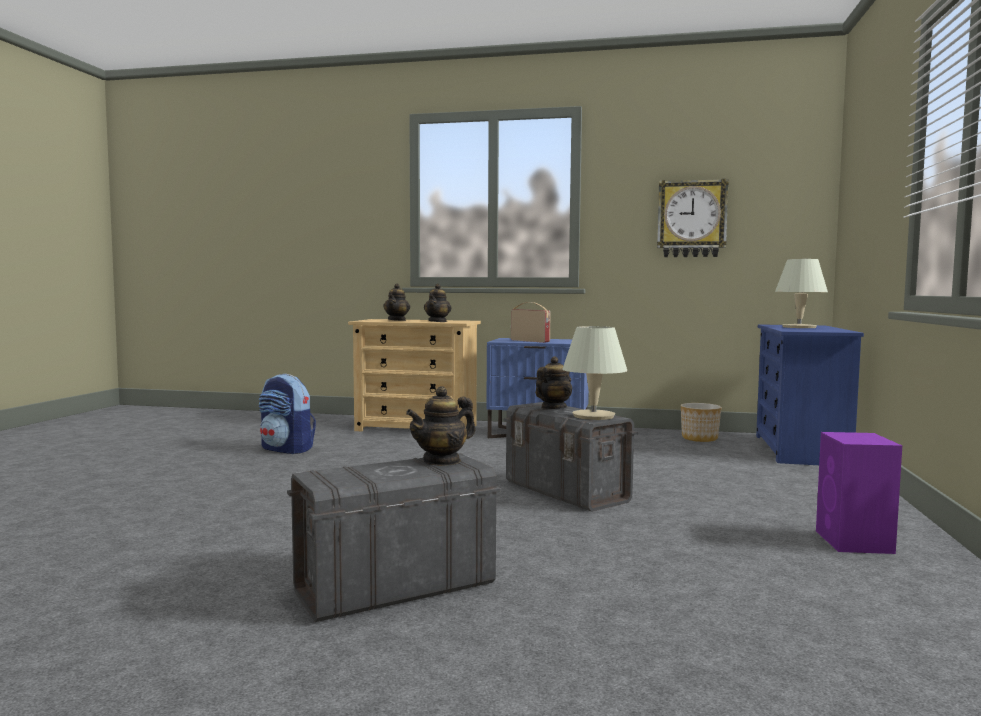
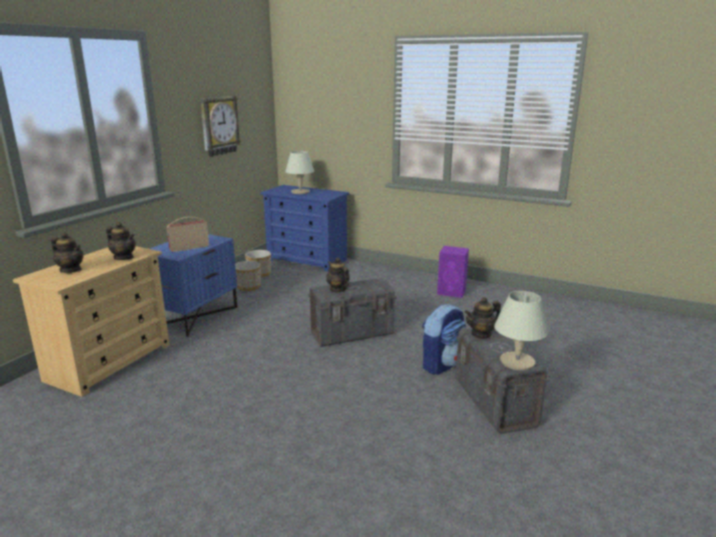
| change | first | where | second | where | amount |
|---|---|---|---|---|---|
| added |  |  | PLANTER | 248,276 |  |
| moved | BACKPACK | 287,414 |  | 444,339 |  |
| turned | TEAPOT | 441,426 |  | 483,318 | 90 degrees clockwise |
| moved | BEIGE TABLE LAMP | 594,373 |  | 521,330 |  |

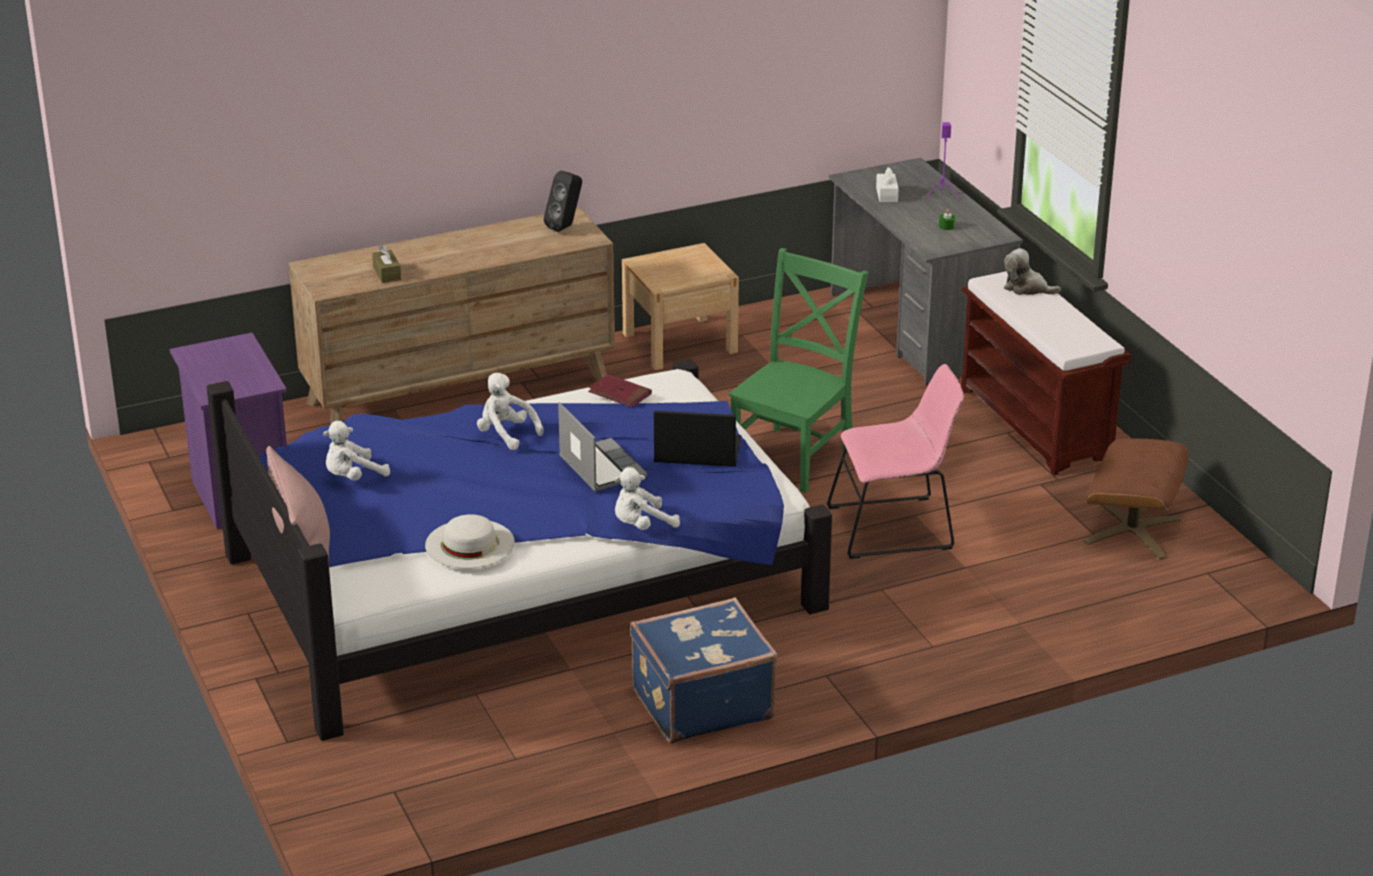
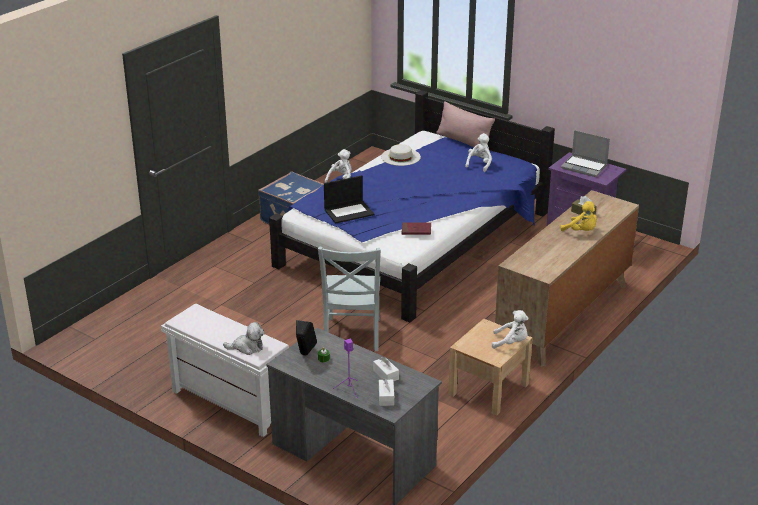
| change | first | where | second | where | amount |
|---|---|---|---|---|---|
| recoloured | BROWN BENCH | 1046,373 | WHITE BENCH | 225,370 |  |
| moved | BLACK SPEAKER | 563,201 |  | 306,338 |  |
| recoloured | GREEN CHAIR | 799,370 | GREY CHAIR | 349,299 |  |
| added |  |  | WHITE TISSUE BOX | 386,392 |  |
| moved | WHITE PLUSH TOY | 510,411 |  | 510,329 |  |
| moved | LAPTOP | 603,447 |  | 585,153 |  |
| added |  |  | YELLOW PLUSH TOY | 579,216 |  |
| removed | PINK CHAIR | 895,461 |  |  |  |
| removed | BROWN OTTOMAN | 1136,499 |  |  |  |

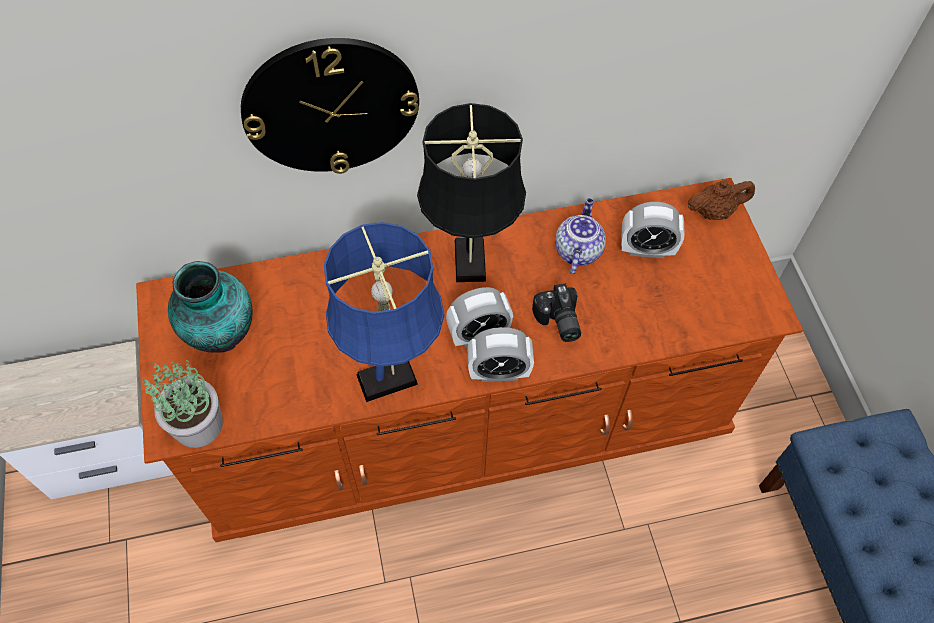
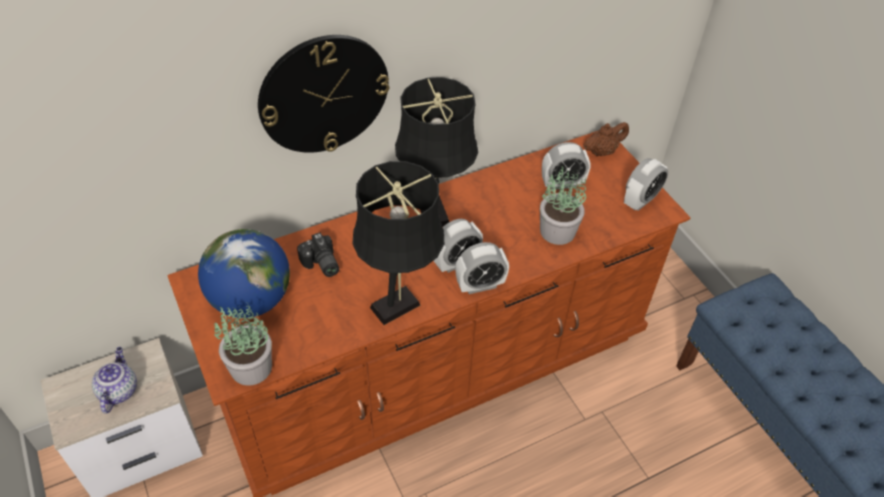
| change | first | where | second | where | amount |
|---|---|---|---|---|---|
| moved | TEAPOT | 580,236 |  | 114,380 |  |
| replaced | VASE | 210,307 | GLOBE | 244,273 |  |
| moved | PHOTO CAMERA | 556,312 |  | 318,254 |  |
| recoloured | BLUE TABLE LAMP | 384,312 | BLACK TABLE LAMP | 398,243 |  |
| added |  |  | POTTED PLANT | 563,205 |  |
| added |  |  | ALARM CLOCK | 646,184 |  |

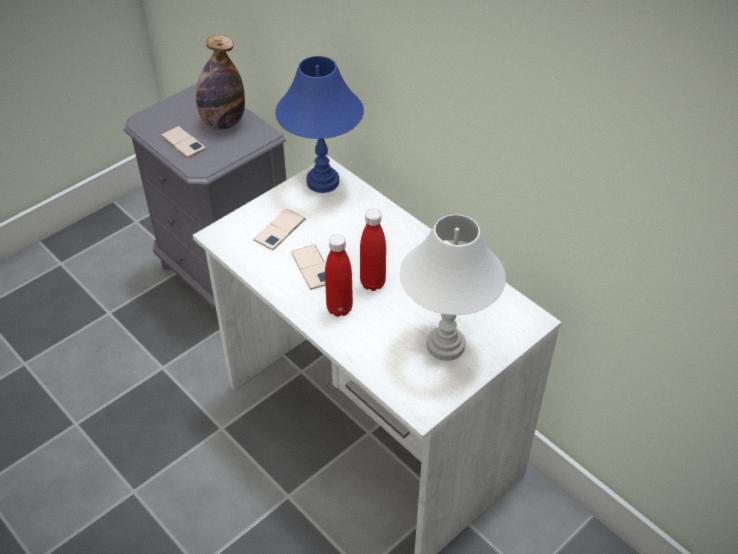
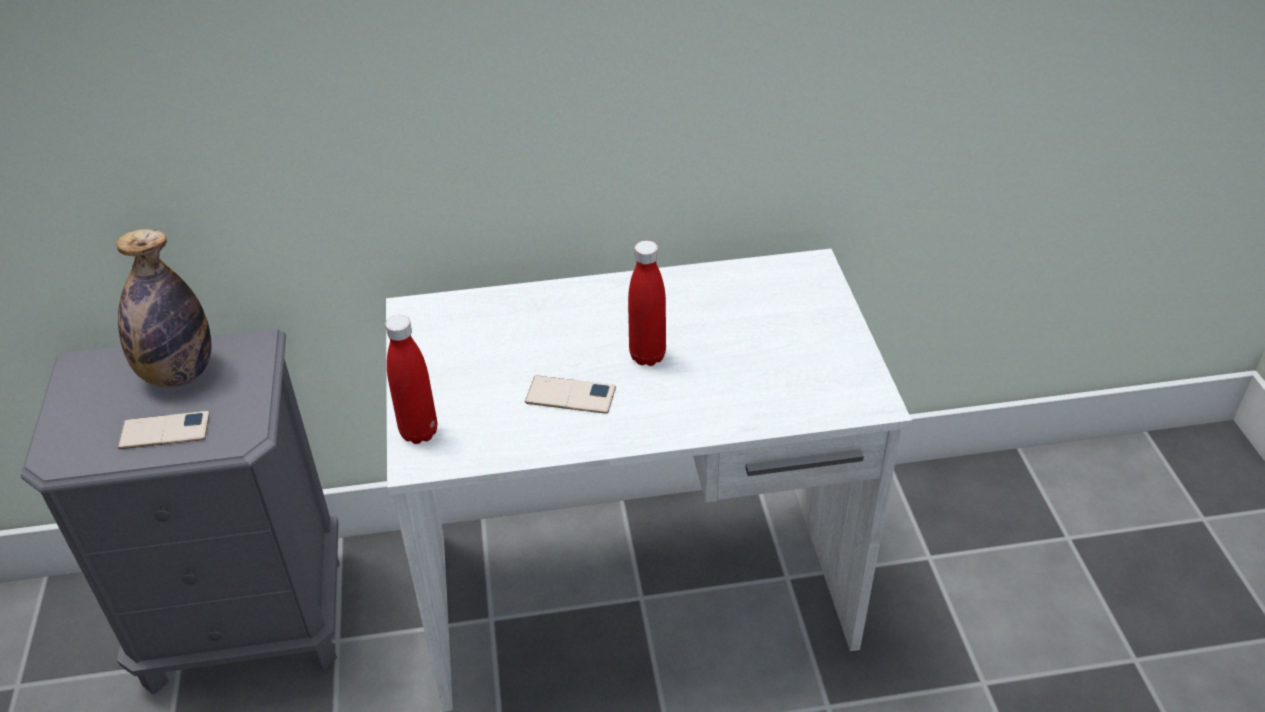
| change | first | where | second | where | amount |
|---|---|---|---|---|---|
| moved | RED BOTTLE | 339,275 |  | 411,379 |  |
| removed | PHONE | 279,229 |  |  |  |
| removed | BLUE TABLE LAMP | 319,124 |  |  |  |
| removed | WHITE TABLE LAMP | 453,287 |  |  |  |

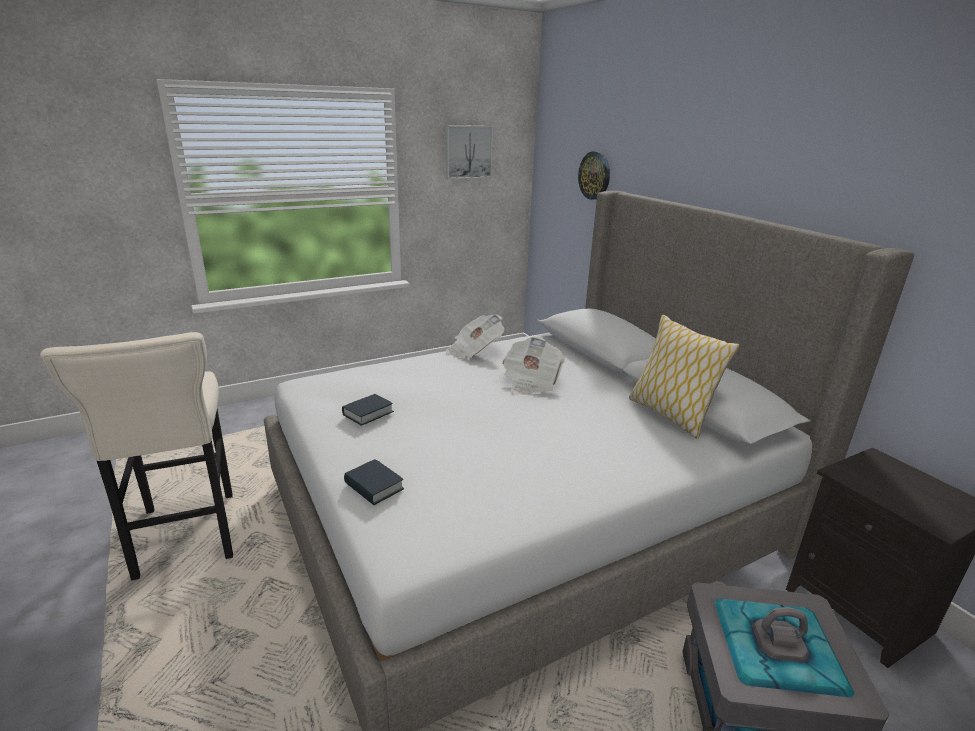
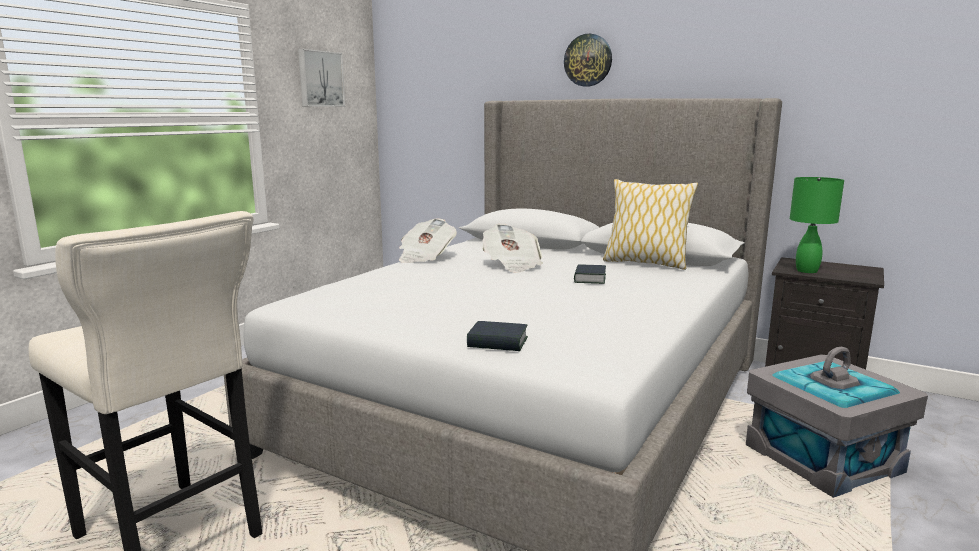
| change | first | where | second | where | amount |
|---|---|---|---|---|---|
| moved | WALL CLOCK | 594,175 |  | 588,60 |  |
| moved | BOOK | 368,410 |  | 590,274 |  |
| added |  |  | GREEN TABLE LAMP | 817,225 |  |

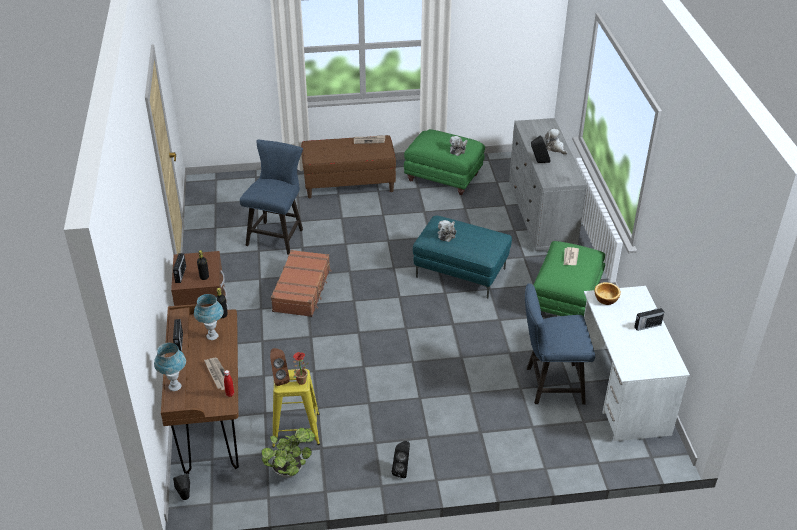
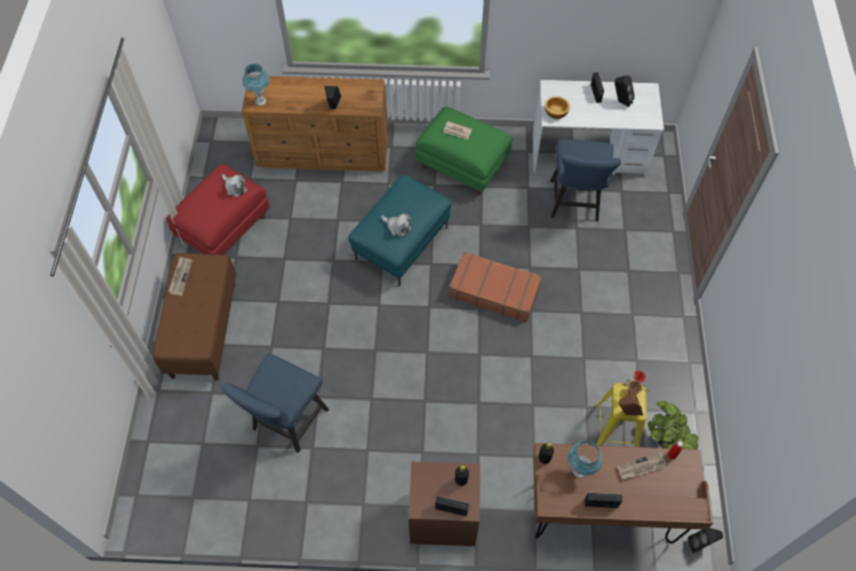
| change | first | where | second | where | amount |
|---|---|---|---|---|---|
| recoloured | GREEN OTTOMAN | 444,162 | RED OTTOMAN | 217,209 |  |
| turned | BLUE CHAIR | 271,197 |  | 275,403 | 90 degrees counterclockwise |
| moved | BLUE TABLE LAMP | 170,367 |  | 256,84 |  |
| recoloured | GREY DRESSER | 548,184 | BROWN DRESSER | 315,123 |  |
| moved | BROWN SUITCASE | 301,283 |  | 495,287 |  |
| moved | BLACK SPEAKER | 401,459 |  | 624,91 |  |
| removed | PLUSH TOY | 556,142 |  |  |  |

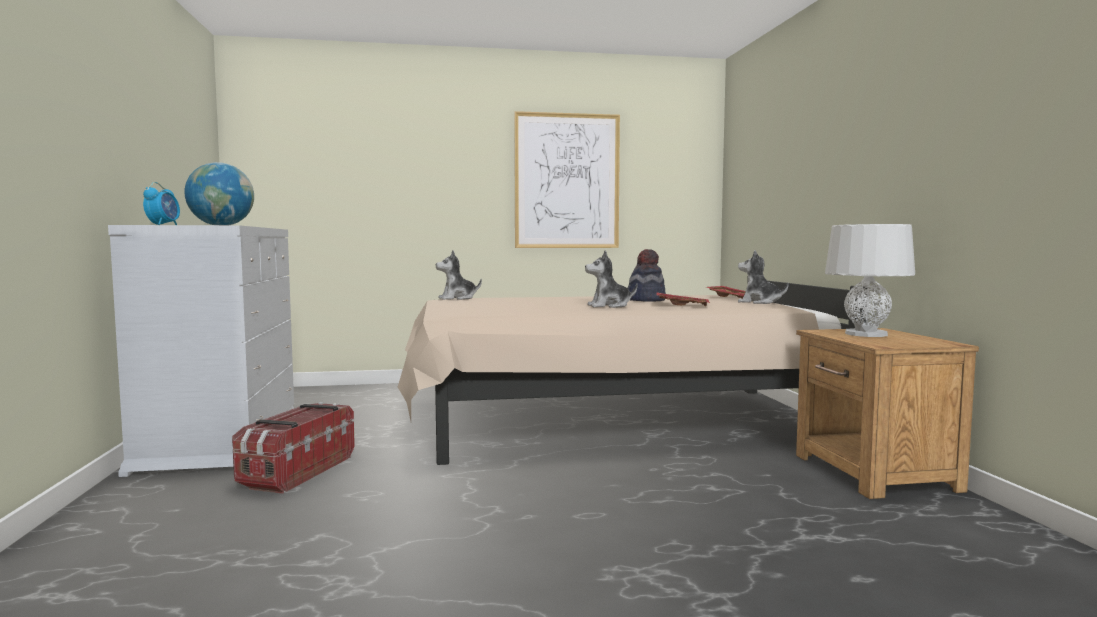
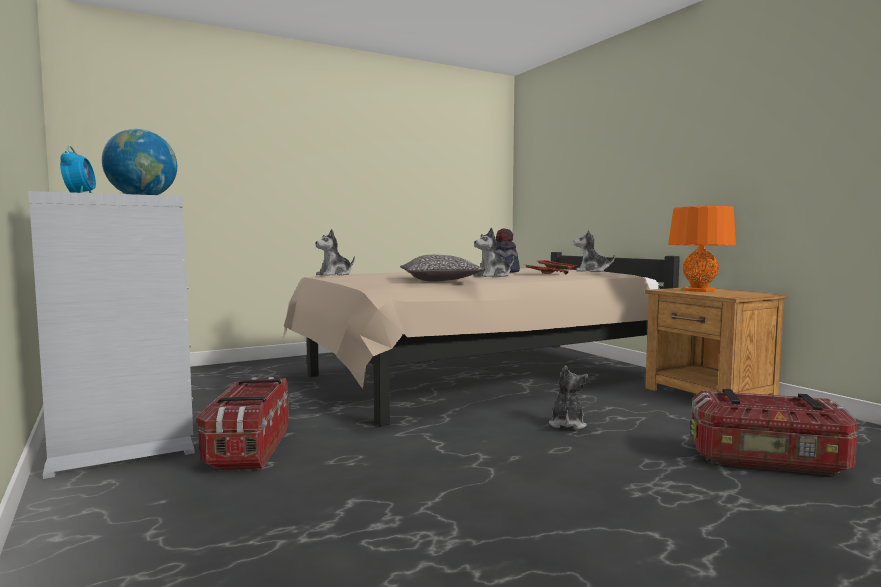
| change | first | where | second | where | amount |
|---|---|---|---|---|---|
| added |  |  | PILLOW | 442,268 |  |
| added |  |  | PLUSH TOY | 568,397 |  |
| recoloured | GREY TABLE LAMP | 870,280 | ORANGE TABLE LAMP | 702,249 |  |
| added |  |  | STORAGE BOX | 774,432 |  |
| removed | PICTURE | 567,179 |  |  |  |

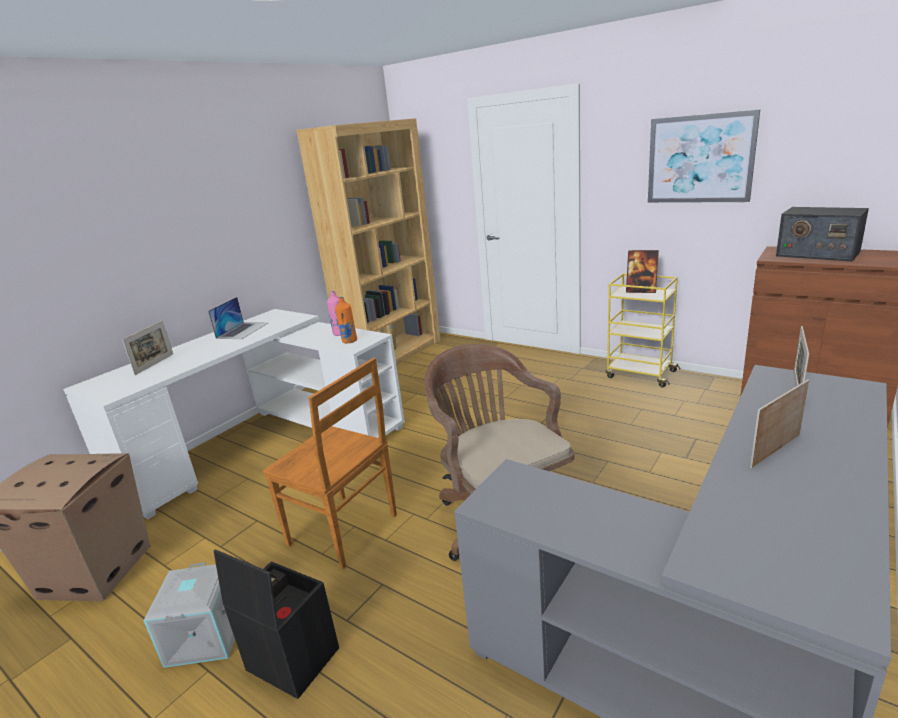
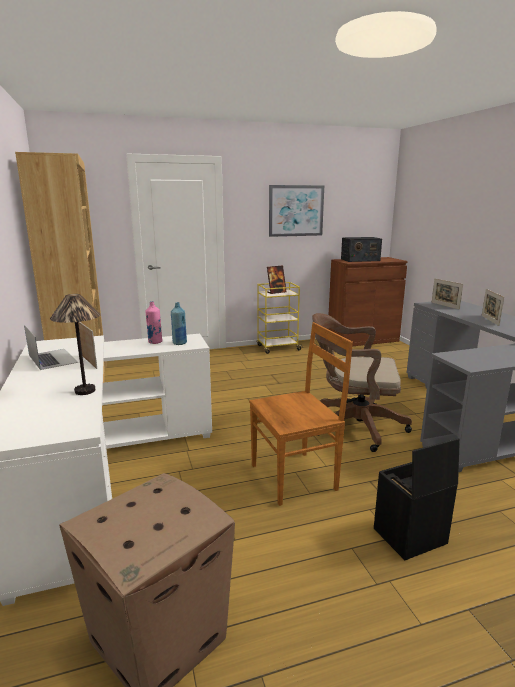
| change | first | where | second | where | amount |
|---|---|---|---|---|---|
| added |  |  | TABLE LAMP | 75,344 |  |
| moved | PICTURE FRAME | 147,348 |  | 87,345 |  |
| recoloured | ORANGE BOTTLE | 346,320 | BLUE BOTTLE | 179,323 |  |
| removed | GREY STORAGE BOX | 189,615 |  |  |  |

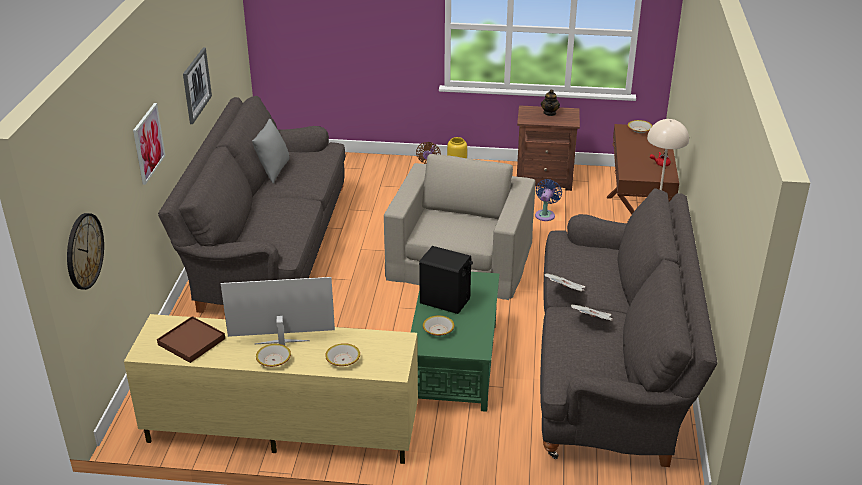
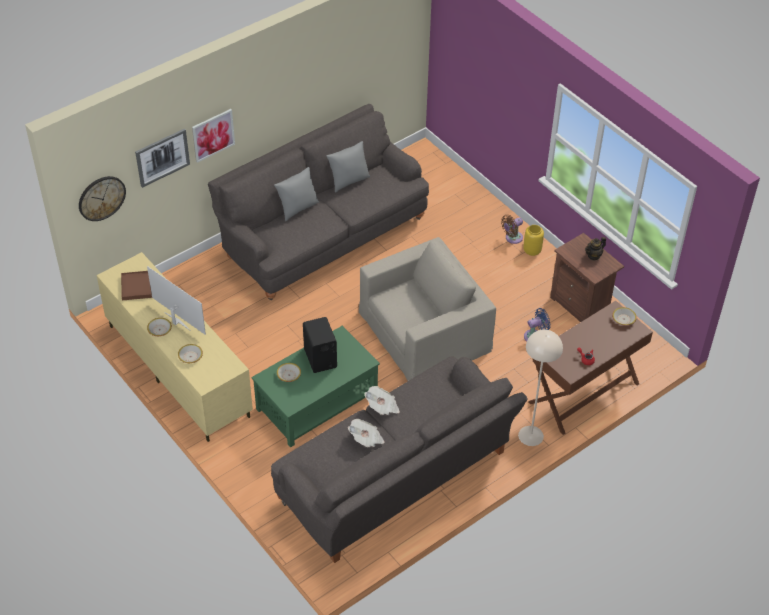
| change | first | where | second | where | amount |
|---|---|---|---|---|---|
| moved | PICTURE | 197,86 |  | 162,158 |  |
| added |  |  | GREY PILLOW | 296,194 |  |

